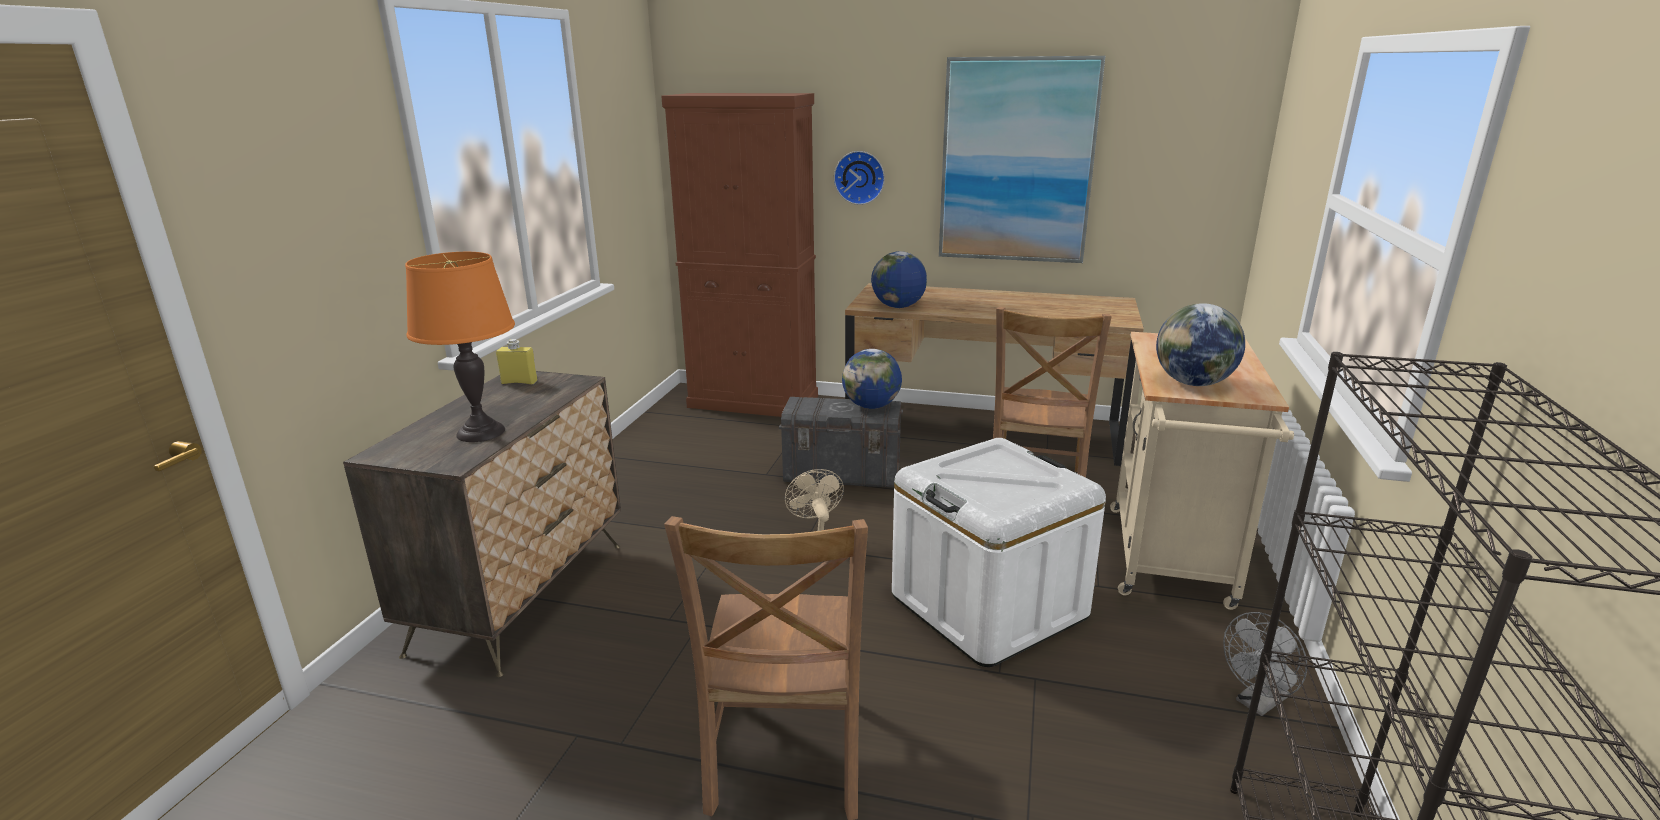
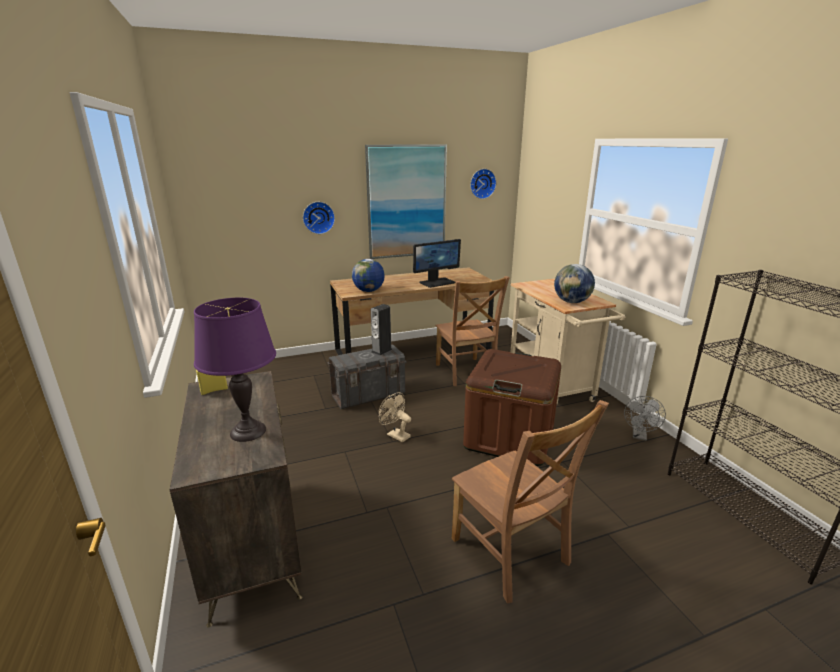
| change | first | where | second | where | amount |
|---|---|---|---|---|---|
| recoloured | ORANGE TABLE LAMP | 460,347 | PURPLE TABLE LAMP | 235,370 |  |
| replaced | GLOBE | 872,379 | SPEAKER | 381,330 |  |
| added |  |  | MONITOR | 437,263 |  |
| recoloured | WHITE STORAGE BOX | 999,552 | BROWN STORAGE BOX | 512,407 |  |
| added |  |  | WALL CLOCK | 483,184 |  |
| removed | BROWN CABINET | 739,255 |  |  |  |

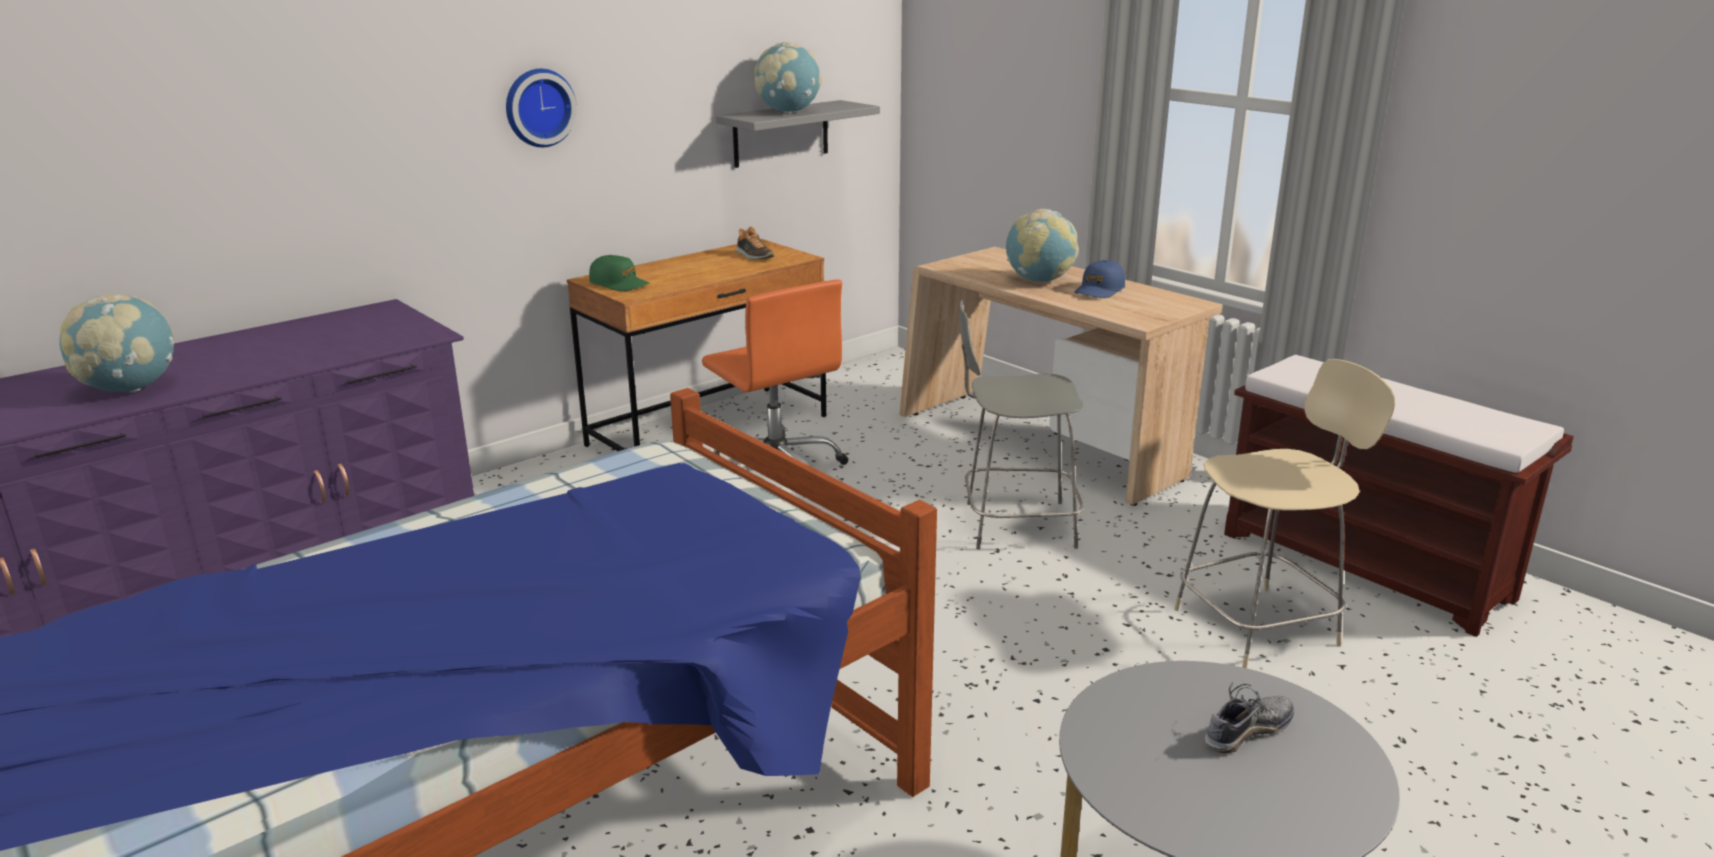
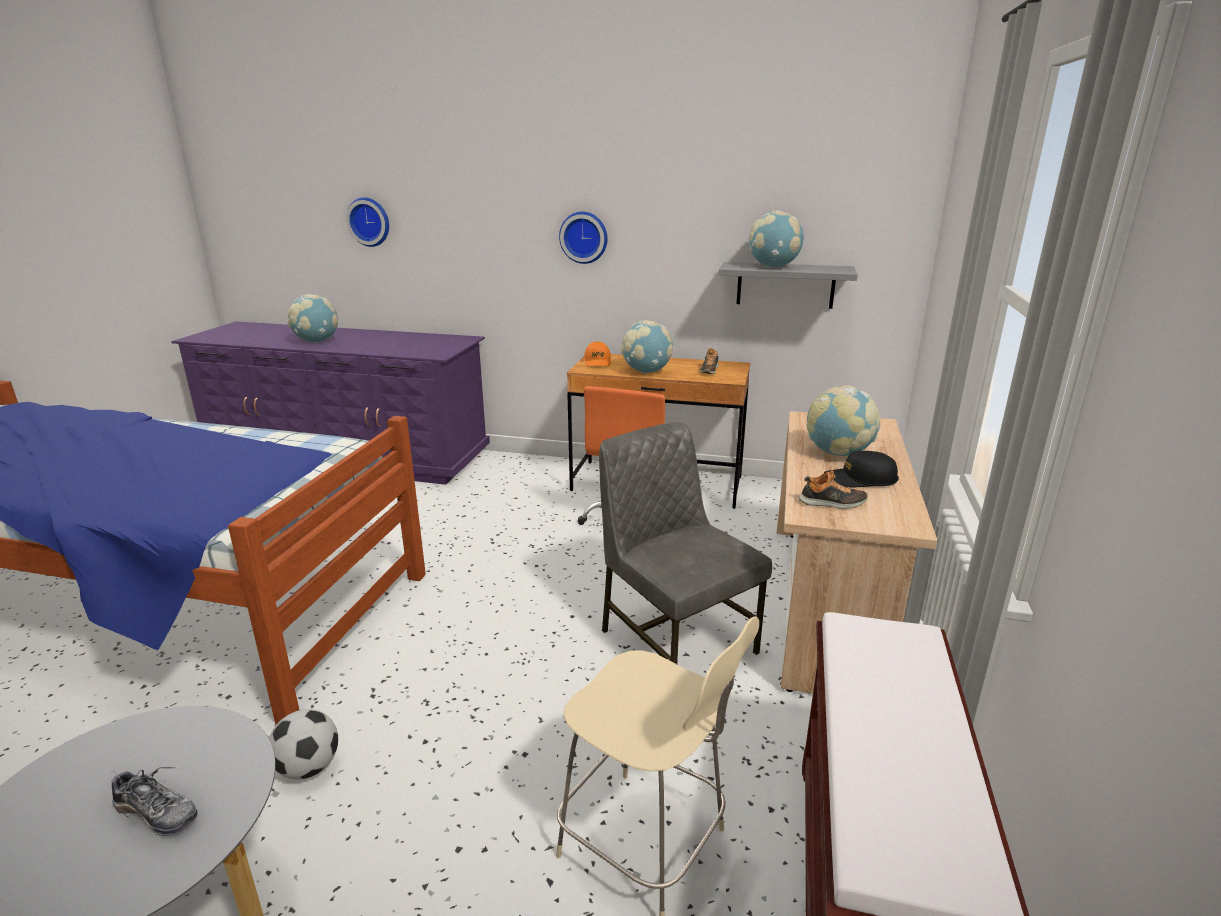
| change | first | where | second | where | amount |
|---|---|---|---|---|---|
| added |  |  | FOOTBALL | 303,744 |  |
| added |  |  | WALL CLOCK | 367,222 |  |
| recoloured | GREEN CAP | 619,273 | ORANGE CAP | 597,354 |  |
| replaced | GREY STOOL | 1021,424 | GREY CHAIR | 685,543 |  |
| added |  |  | GLOBE | 647,347 |  |
| added |  |  | SHOE | 833,490 |  |
| recoloured | BLUE CAP | 1099,279 | BLACK CAP | 861,469 |  |

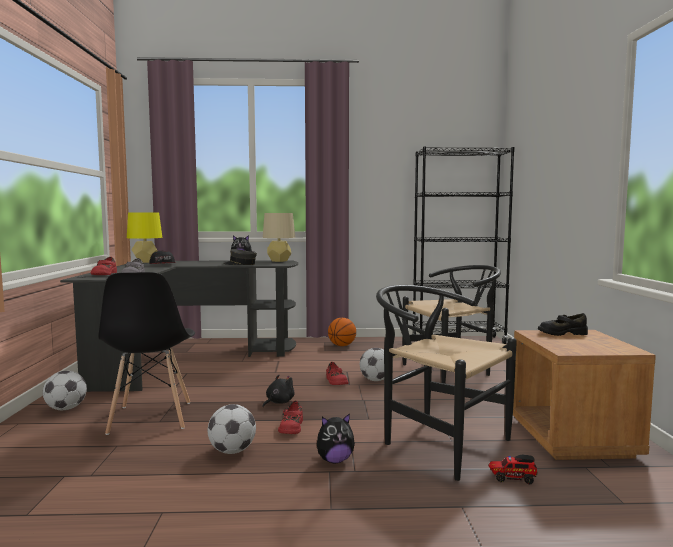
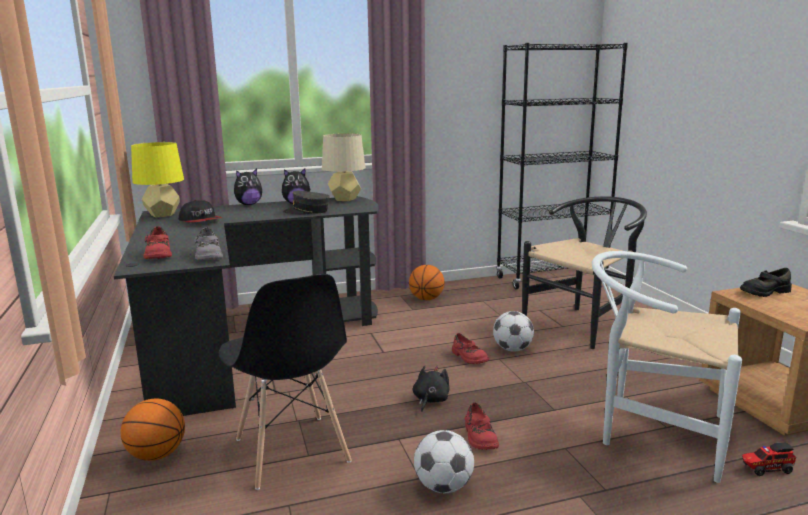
| change | first | where | second | where | amount |
|---|---|---|---|---|---|
| replaced | FOOTBALL | 65,391 | BASKETBALL | 153,430 |  |
| moved | PLUSH TOY | 336,438 |  | 248,187 |  |
| recoloured | BLACK CHAIR | 446,383 | WHITE CHAIR | 667,367 |  |

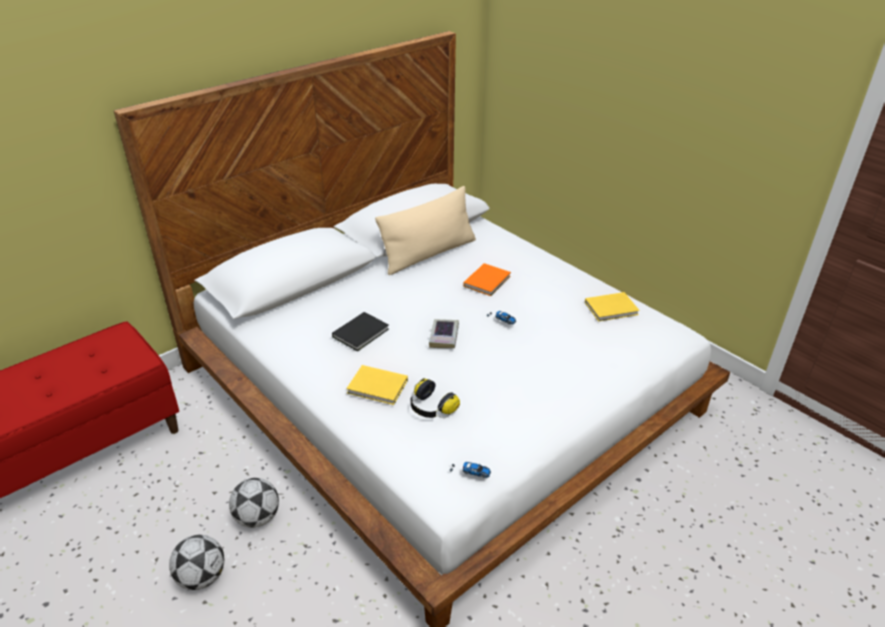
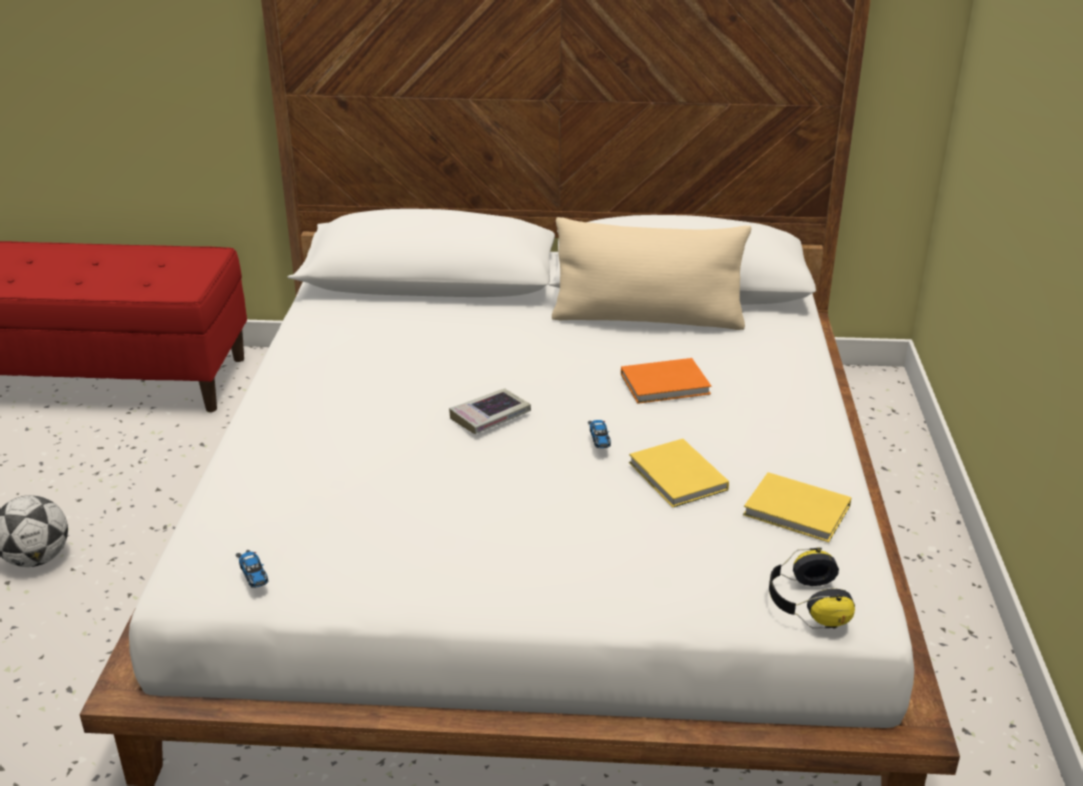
| change | first | where | second | where | amount |
|---|---|---|---|---|---|
| moved | YELLOW BOOK | 377,385 |  | 679,473 |  |
| moved | HEADPHONES | 435,398 |  | 812,588 |  |
| removed | FOOTBALL | 254,503 |  |  |  |
| removed | BLACK BOOK | 360,331 |  |  |  |

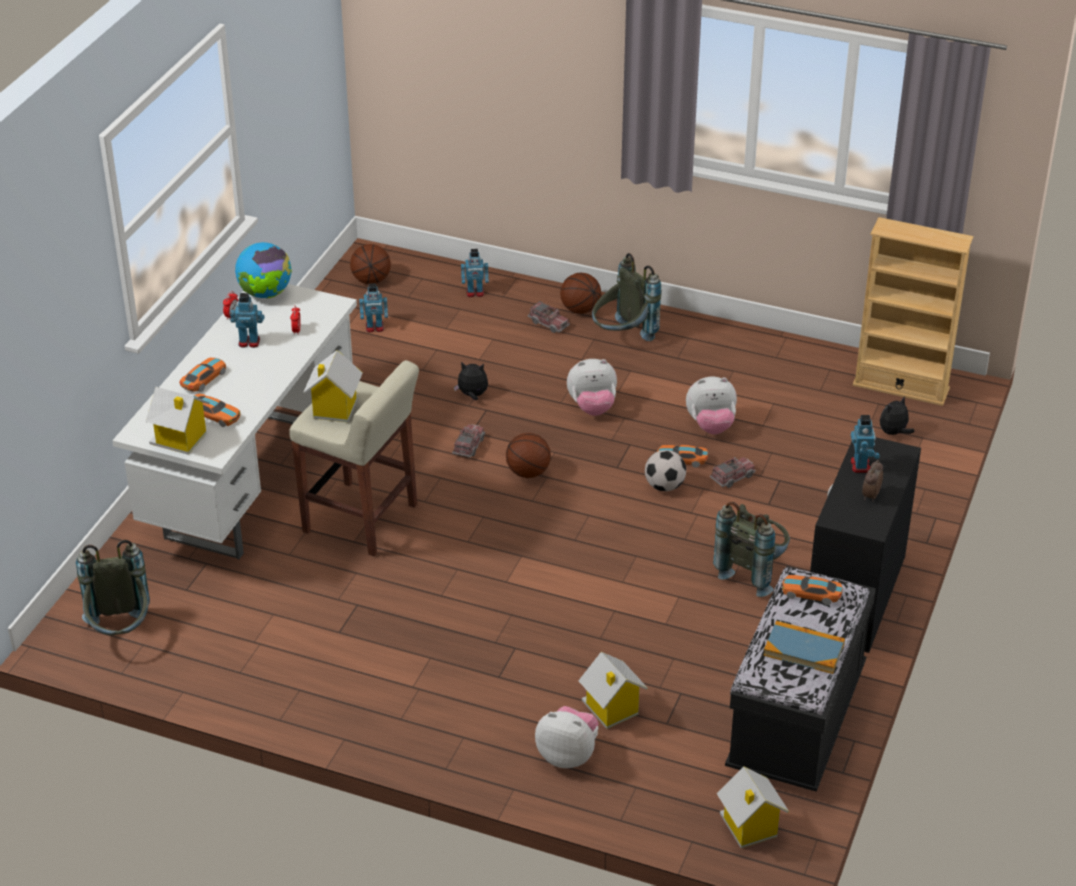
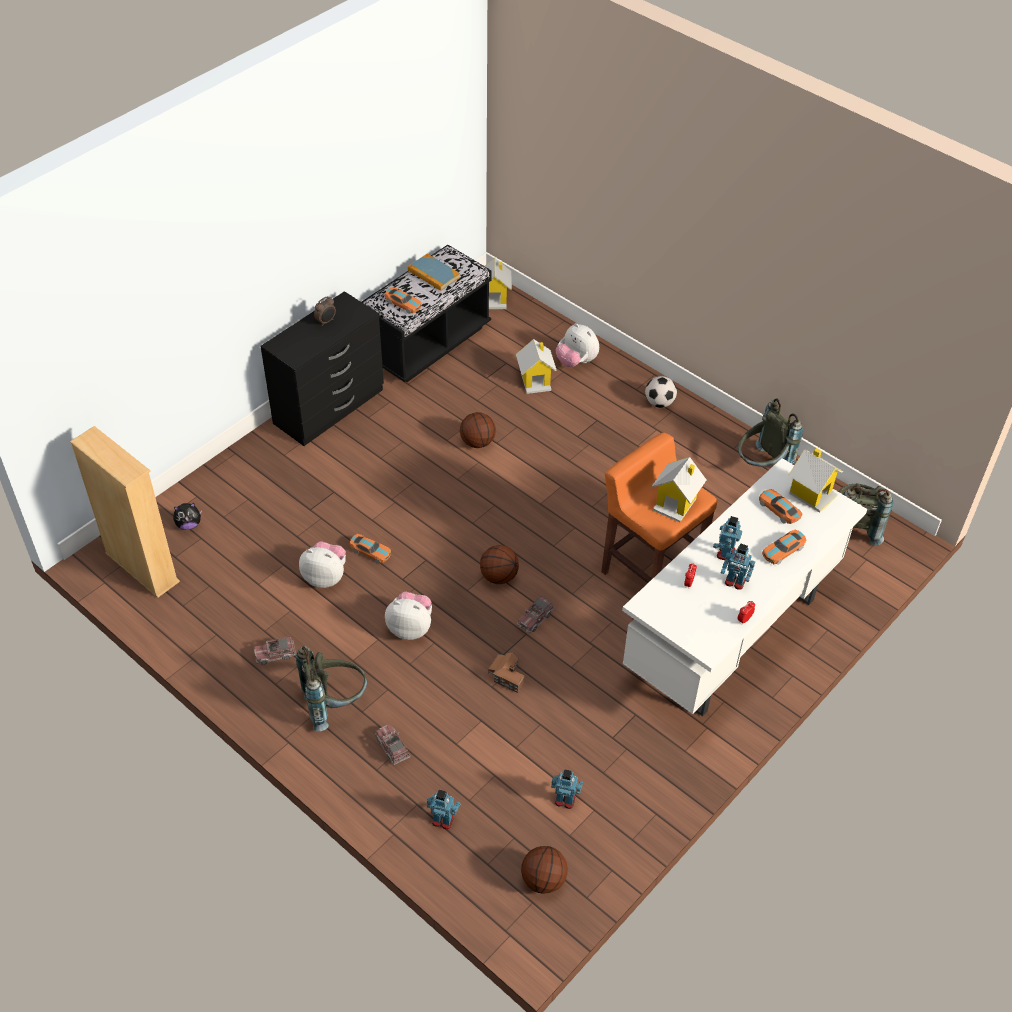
| change | first | where | second | where | amount |
|---|---|---|---|---|---|
| moved | TOY TRUCK | 732,472 |  | 275,650 |  |
| moved | BASKETBALL | 580,293 |  | 478,430 |  |
| replaced | PLUSH TOY | 471,381 | TOY HOUSE | 506,672 |  |
| recoloured | BEIGE STOOL | 354,458 | ORANGE STOOL | 659,507 |  |
| moved | FOOTBALL | 665,470 |  | 661,392 |  |
| moved | TOY ROBOT | 865,444 |  | 727,538 |  |
| moved | GREY BACKPACK | 751,549 |  | 770,432 |  |
| removed | GLOBE | 263,270 |  |  |  |

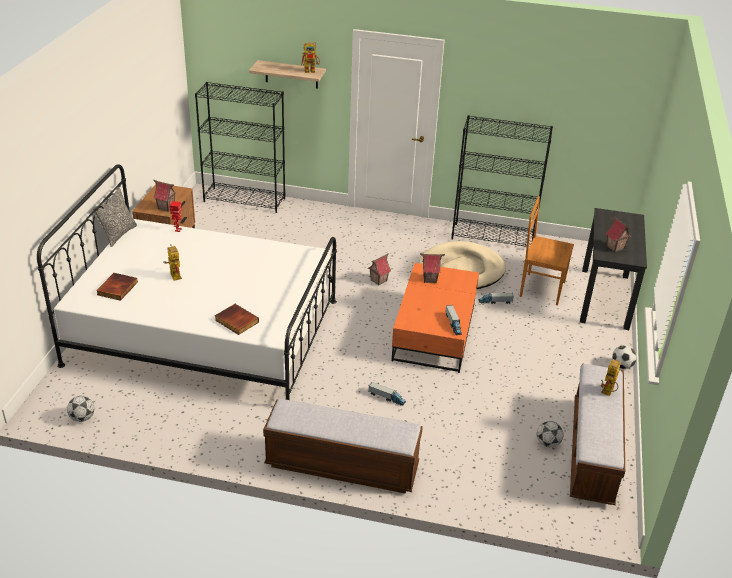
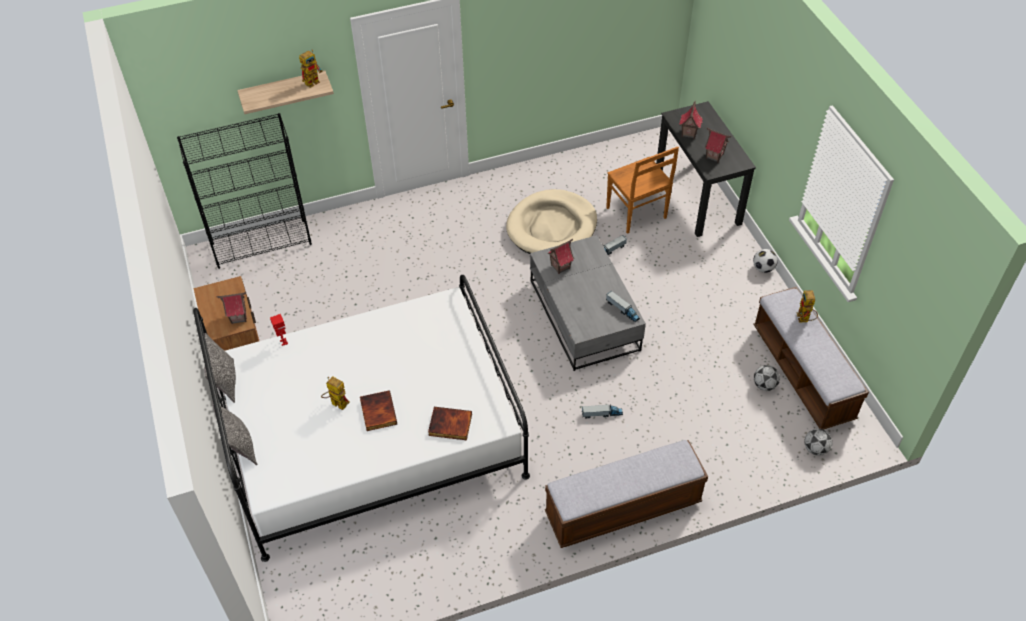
| change | first | where | second | where | amount |
|---|---|---|---|---|---|
| added |  |  | PILLOW | 234,432 |  |
| moved | BOOK | 117,287 |  | 378,410 |  |
| recoloured | ORANGE COFFEE TABLE | 435,318 | GREY COFFEE TABLE | 588,303 |  |
| turned | BROWN CHAIR | 546,250 |  | 642,190 | 105 degrees counterclockwise |
| moved | TOY HOUSE | 379,269 |  | 691,120 |  |
| moved | FOOTBALL | 80,409 |  | 818,442 |  |
| removed | BLACK BOOKCASE | 502,181 |  |  |  |

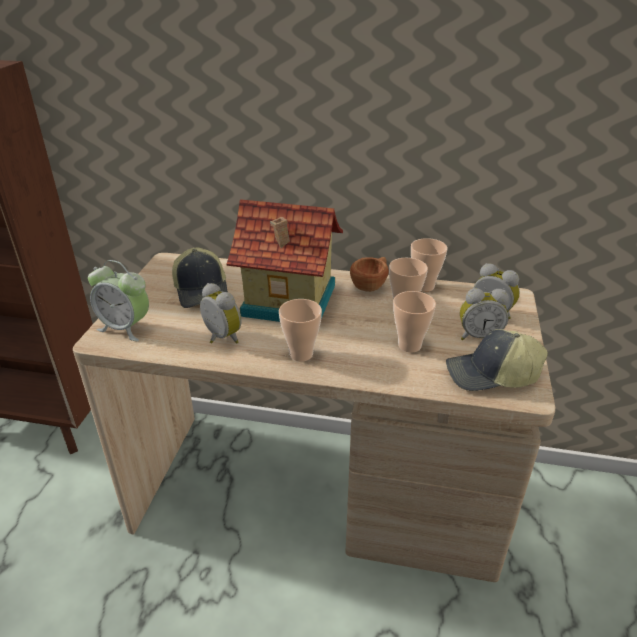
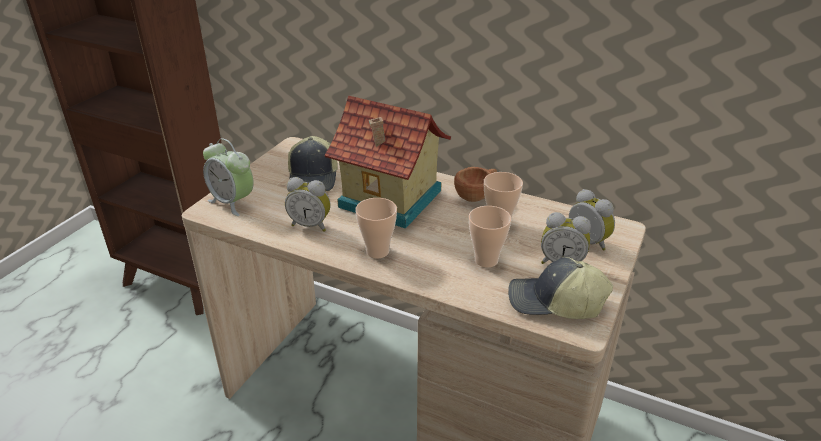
| change | first | where | second | where | amount |
|---|---|---|---|---|---|
| turned | ALARM CLOCK | 220,313 |  | 308,204 | 135 degrees clockwise |
| removed | CUP | 429,265 |  |  |  |

